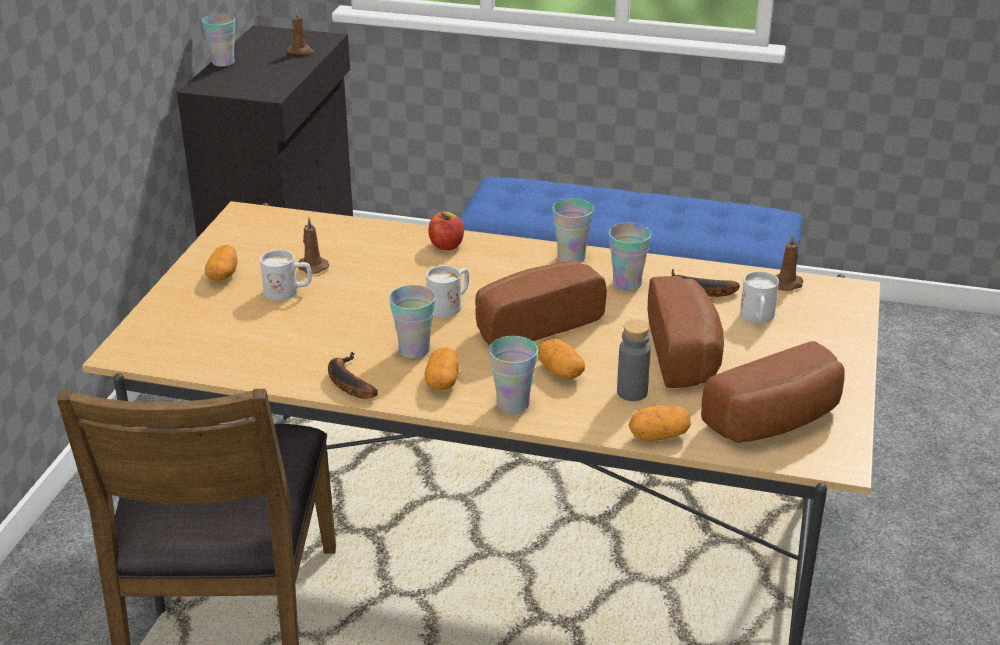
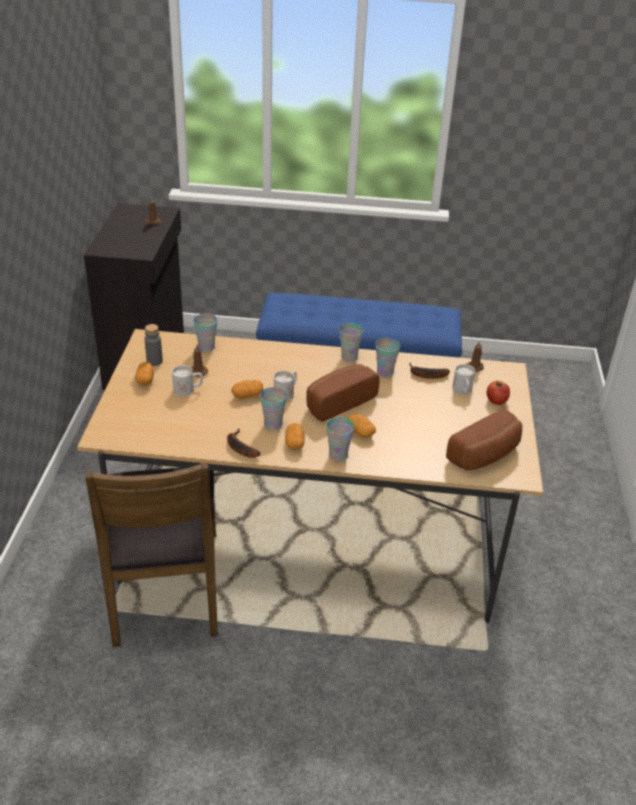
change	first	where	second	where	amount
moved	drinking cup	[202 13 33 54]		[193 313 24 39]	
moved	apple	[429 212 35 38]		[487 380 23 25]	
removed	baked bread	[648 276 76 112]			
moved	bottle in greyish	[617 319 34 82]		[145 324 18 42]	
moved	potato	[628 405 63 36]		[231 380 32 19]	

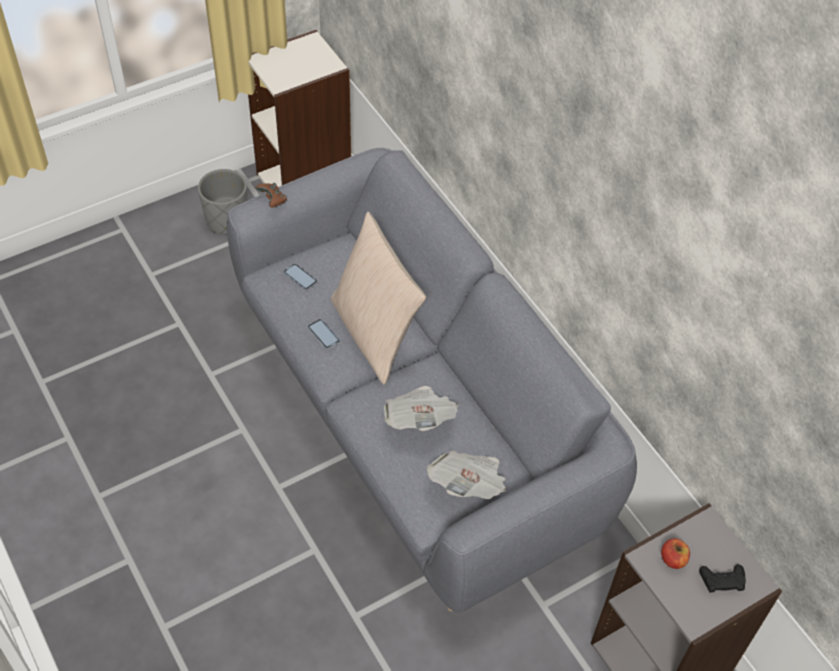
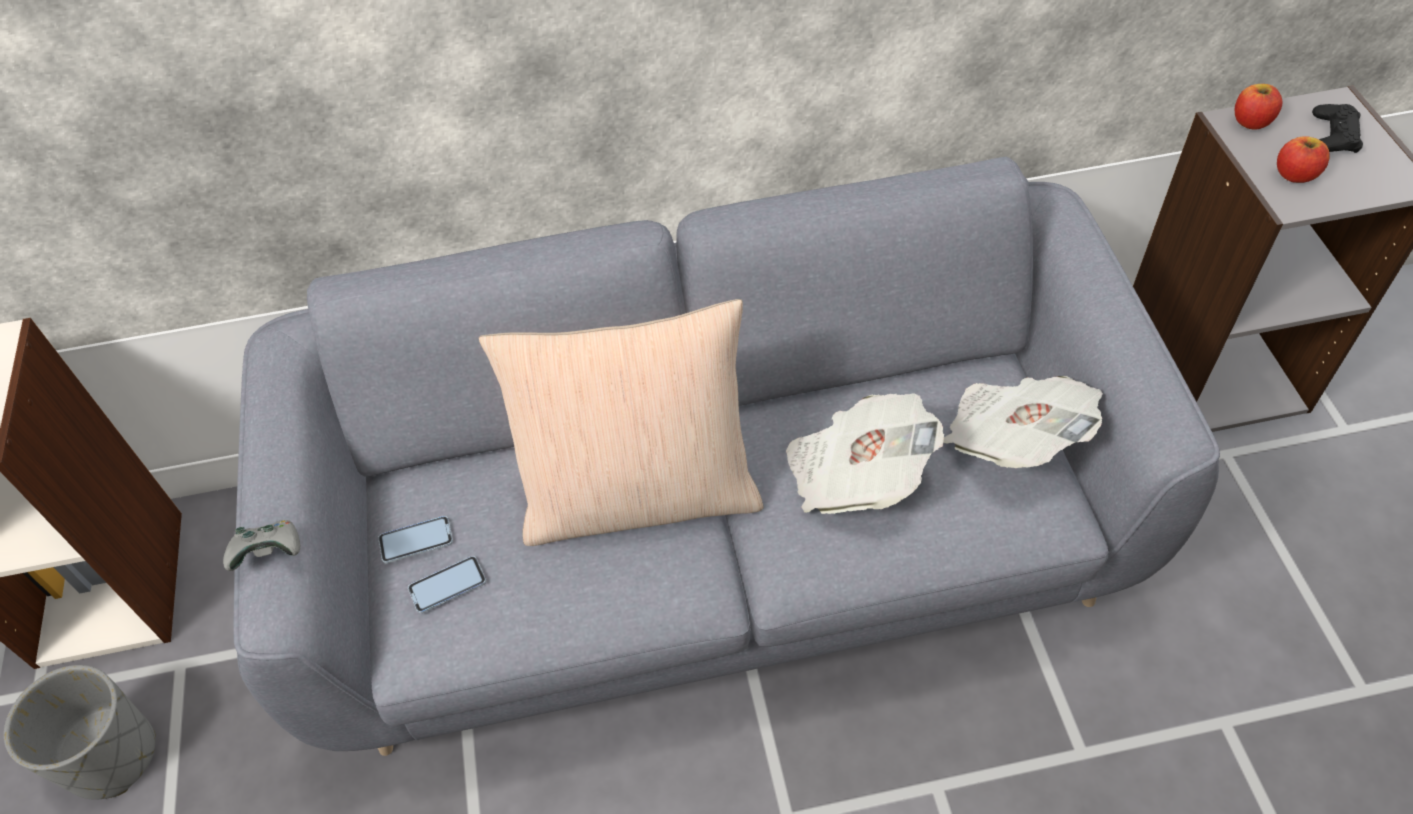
change	first	where	second	where	amount
recoloured	gamepad in brownish	[255 183 32 25]	gamepad in greyish	[223 520 77 51]	
moved	phone	[308 319 32 30]		[378 516 75 47]	
added			apple	[1235 84 47 46]	

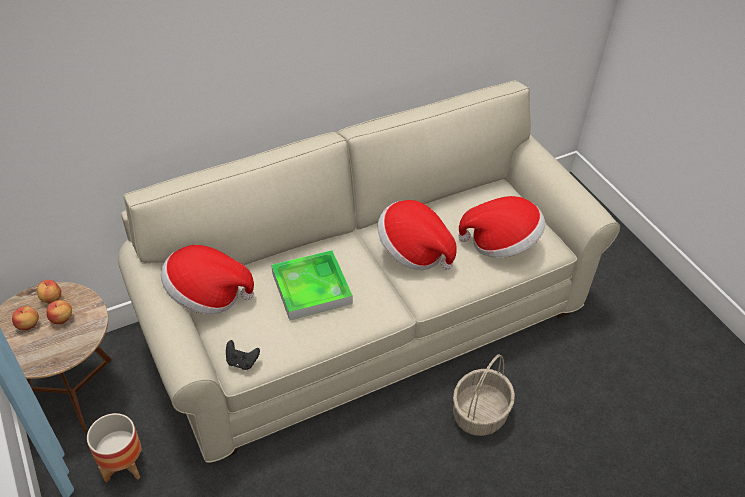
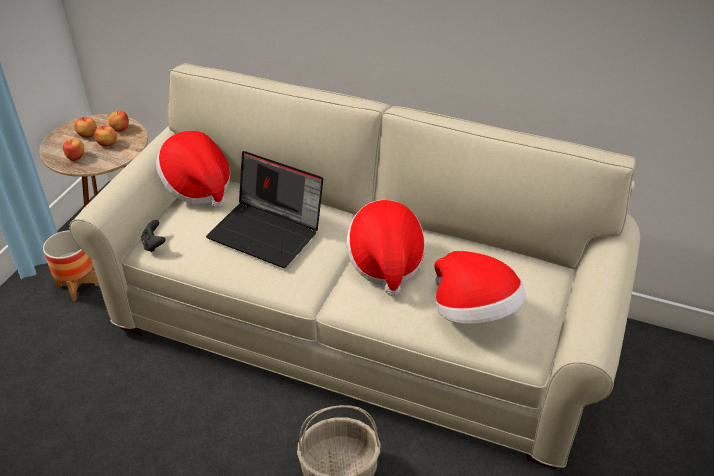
change	first	where	second	where	amount
replaced	serving tray	[271 250 82 71]	laptop	[206 151 117 117]	
added			apple	[63 138 21 23]	

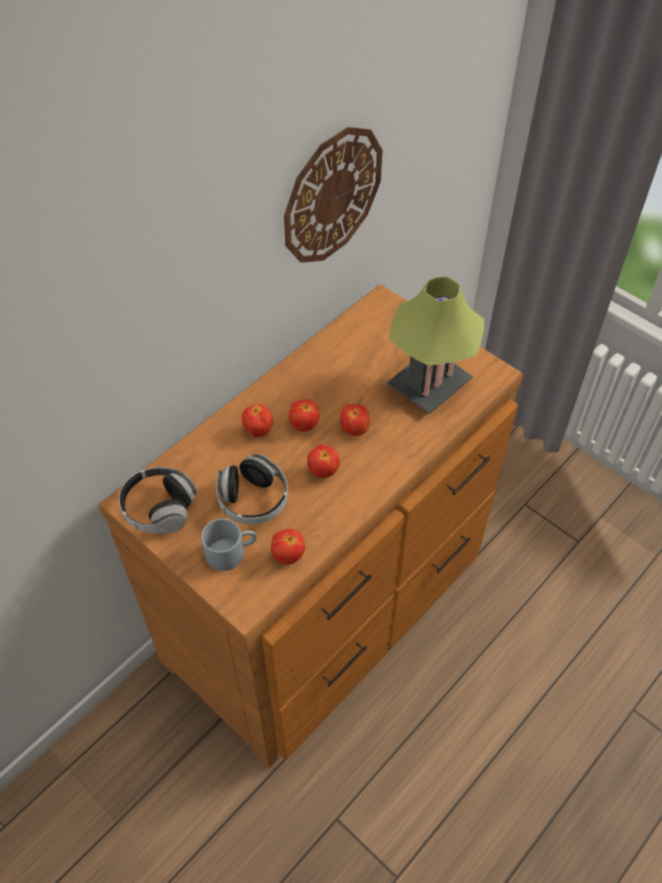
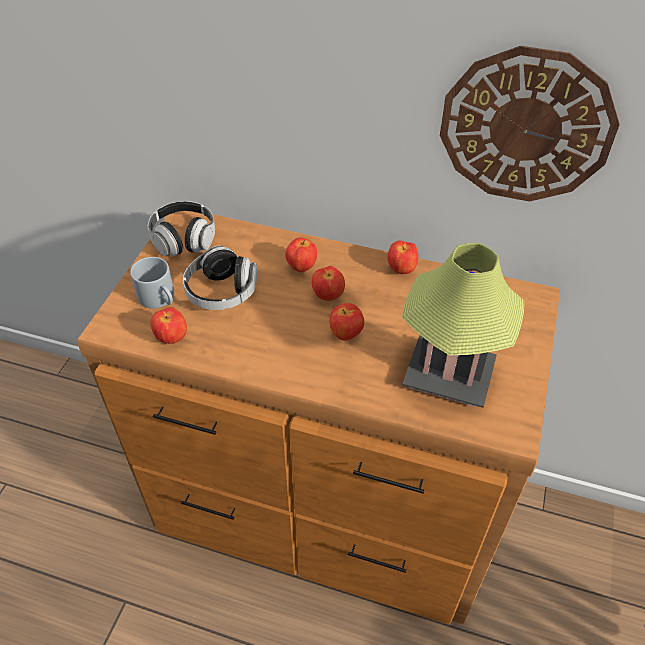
change	first	where	second	where	amount
moved	apple	[307 444 33 34]		[387 240 31 34]	

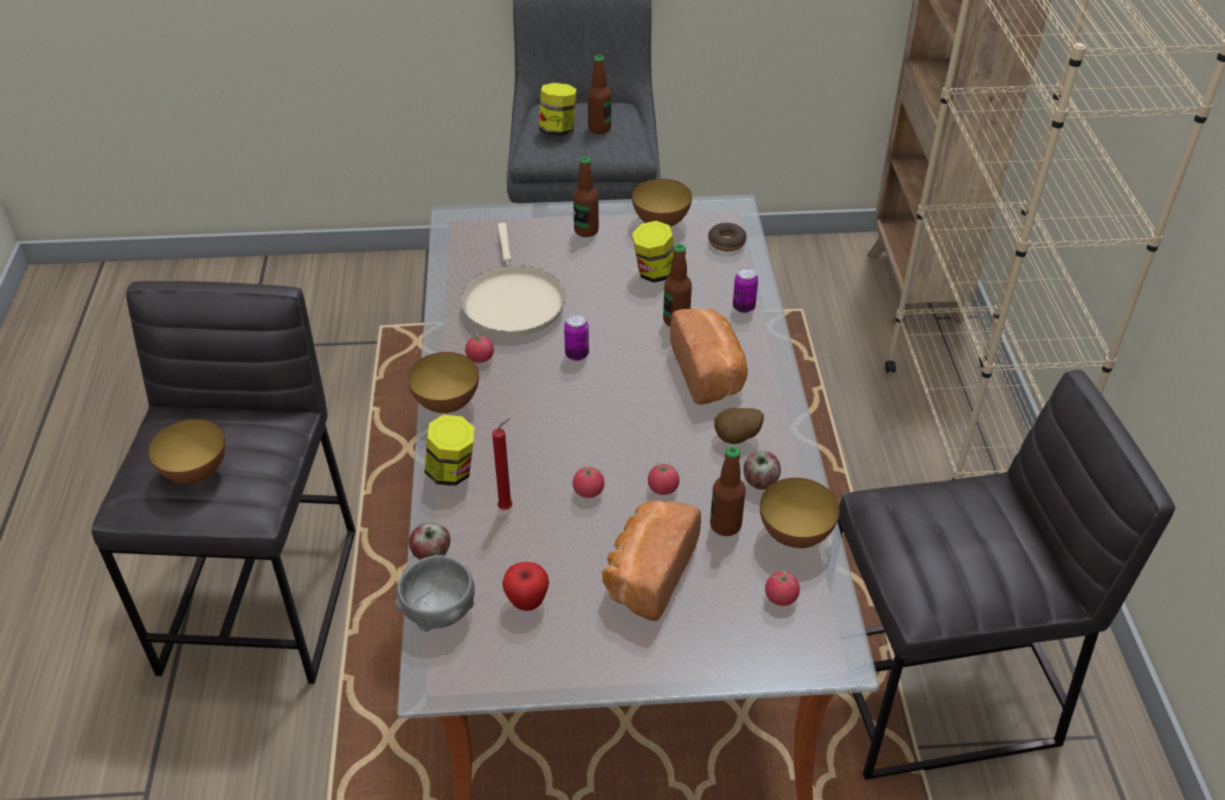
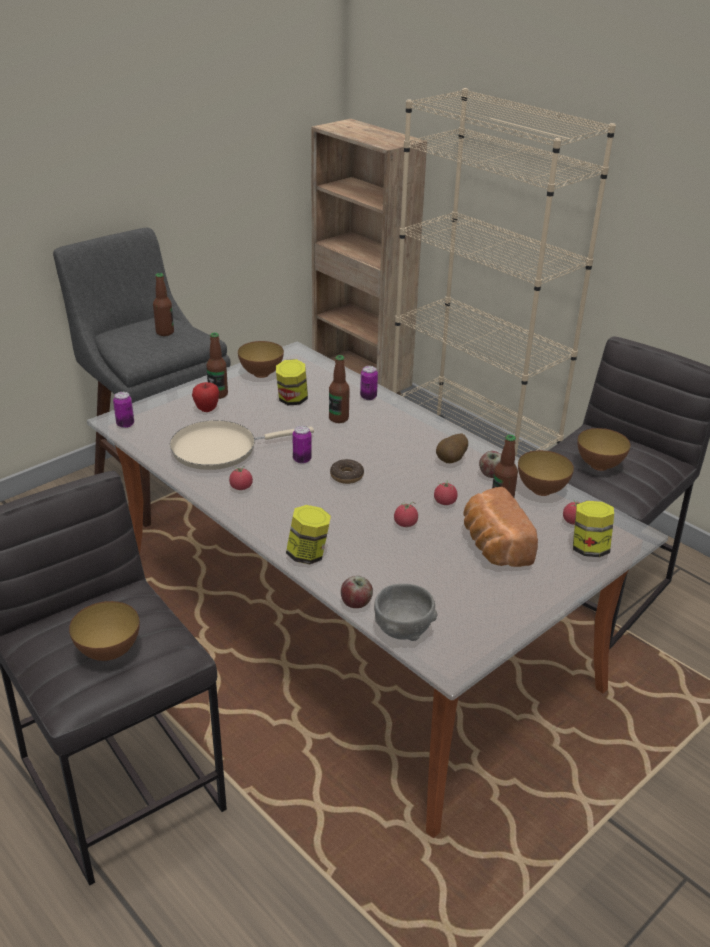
change	first	where	second	where	amount
moved	preserve jar	[539 83 38 53]		[573 501 41 56]	
turned	pan in beige	[461 223 105 114]		[170 420 144 50]	120 degrees clockwise
moved	ring doughnut	[708 223 39 28]		[330 459 34 25]	
removed	baked bread	[670 308 78 97]			
moved	serving bowl	[407 352 72 61]		[577 428 54 43]	
removed	candle in reddish	[492 418 21 92]			
moved	apple	[502 562 47 49]		[192 382 27 30]	
added			sealed can	[113 392 21 36]	

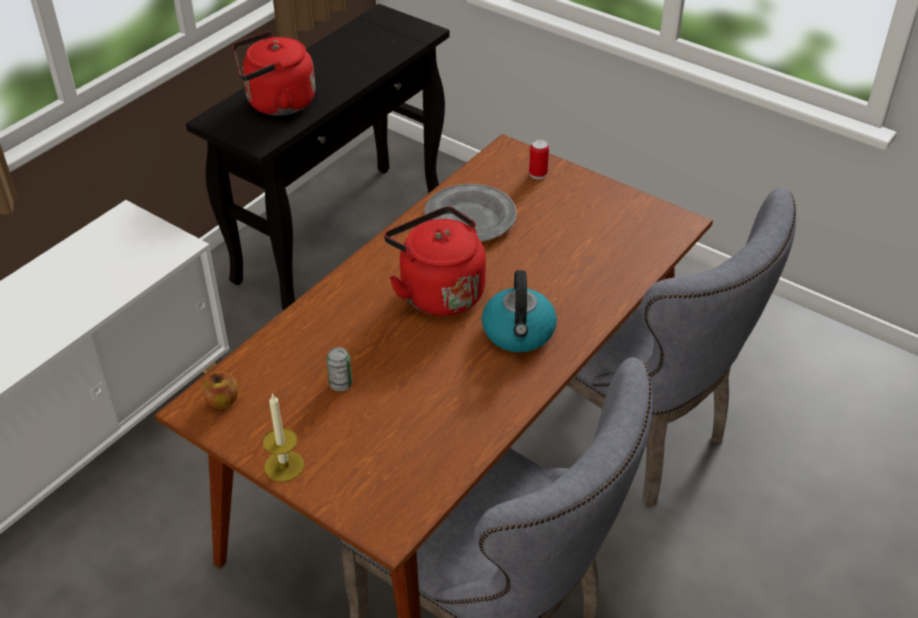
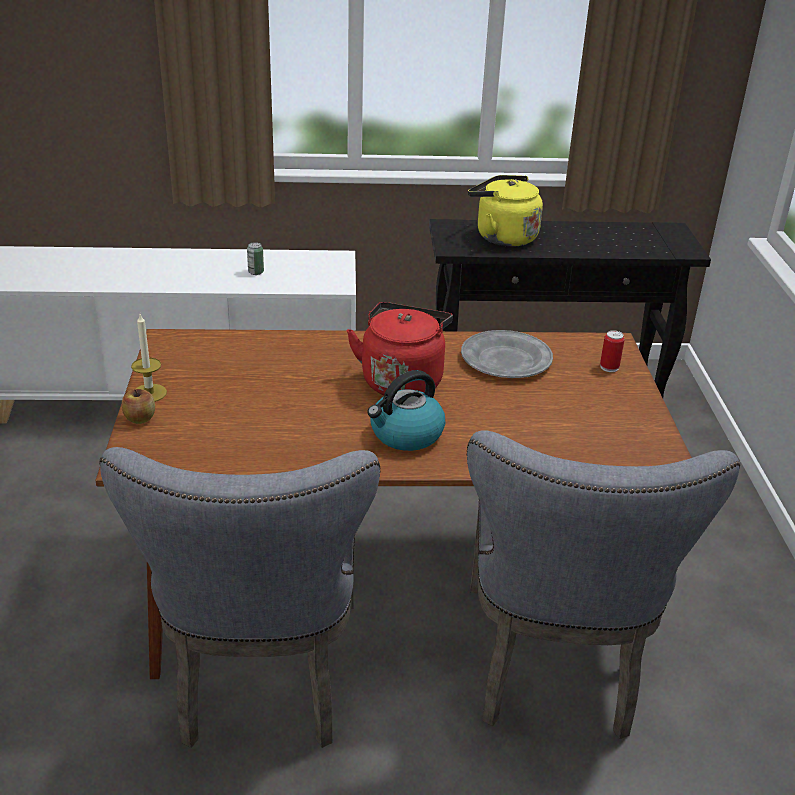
change	first	where	second	where	amount
recoloured	water kettle in reddish	[233 31 82 85]	water kettle in yellow-coloured	[468 175 75 72]	
moved	sealed can	[326 347 26 44]		[247 242 17 33]	
moved	apple	[202 372 36 37]		[122 389 33 35]	

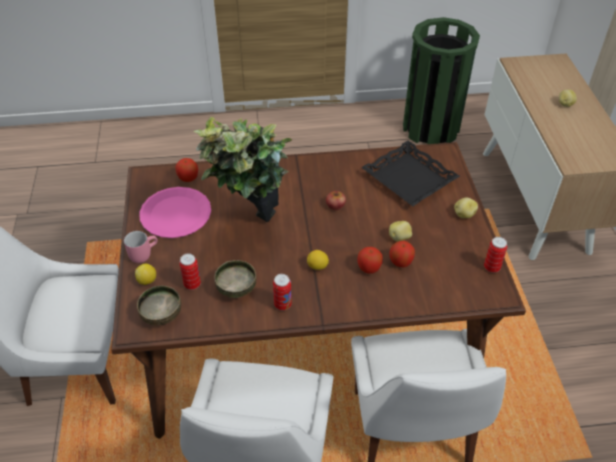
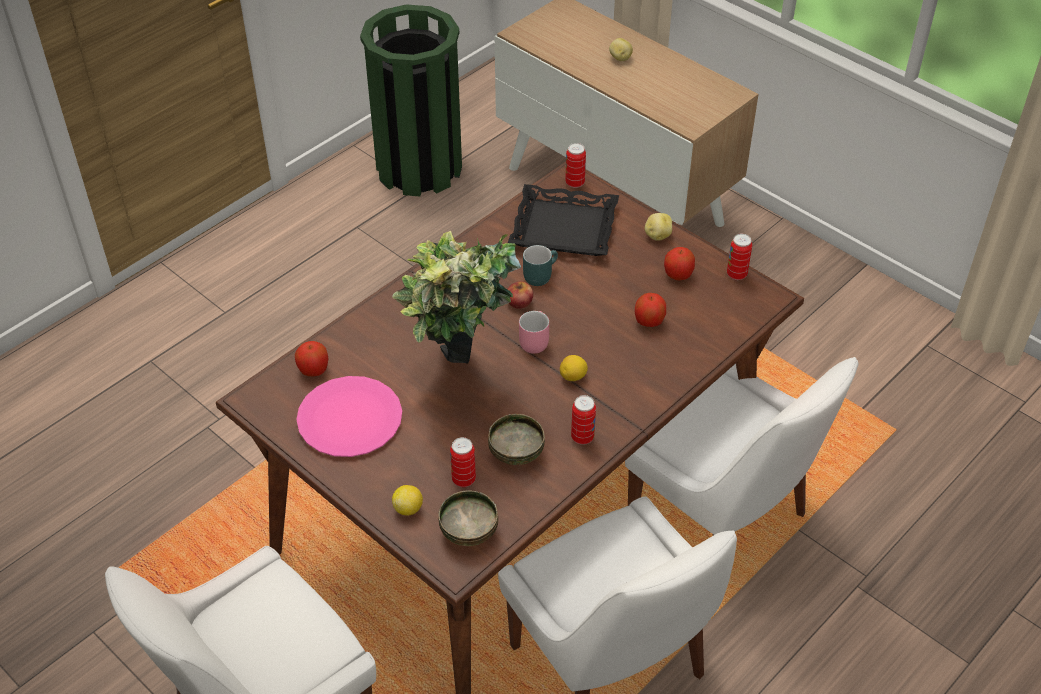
change	first	where	second	where	amount
removed	potato	[389 221 23 20]			
moved	coffee mug in pinkish	[124 231 34 32]		[519 311 30 43]	
moved	apple	[357 247 26 27]		[664 247 31 33]	
added			sealed can	[565 143 21 45]	
added			coffee mug in blue-green	[523 245 35 41]	

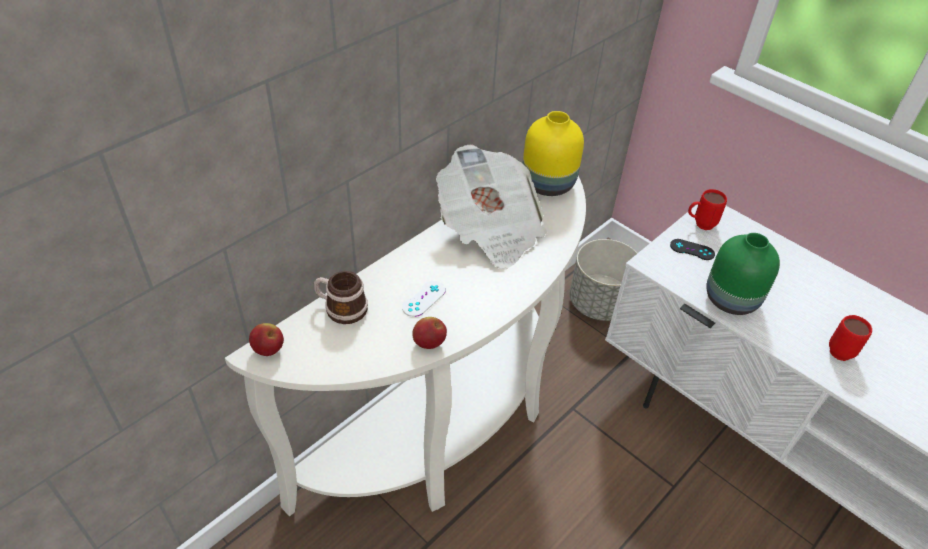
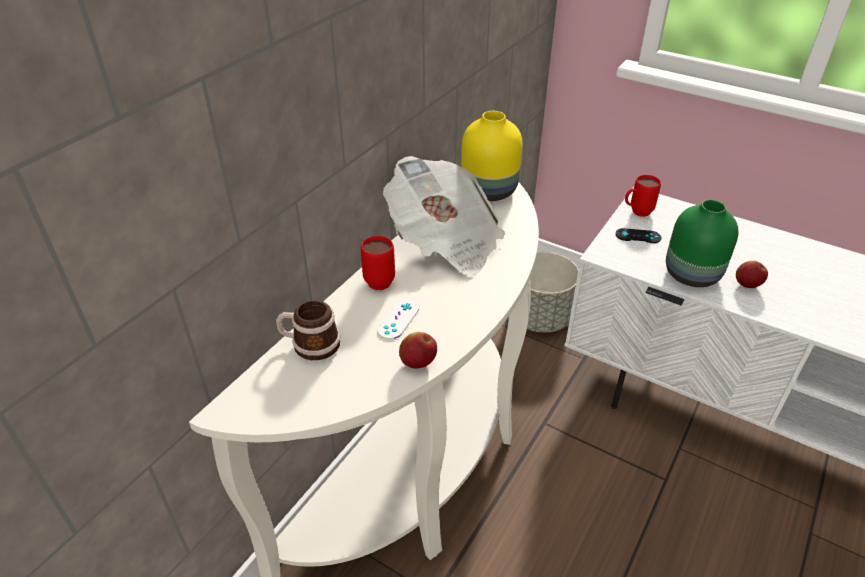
change	first	where	second	where	amount
moved	coffee mug in reddish	[829 315 43 46]		[361 236 34 54]	
moved	apple	[249 323 35 33]		[736 260 32 28]	

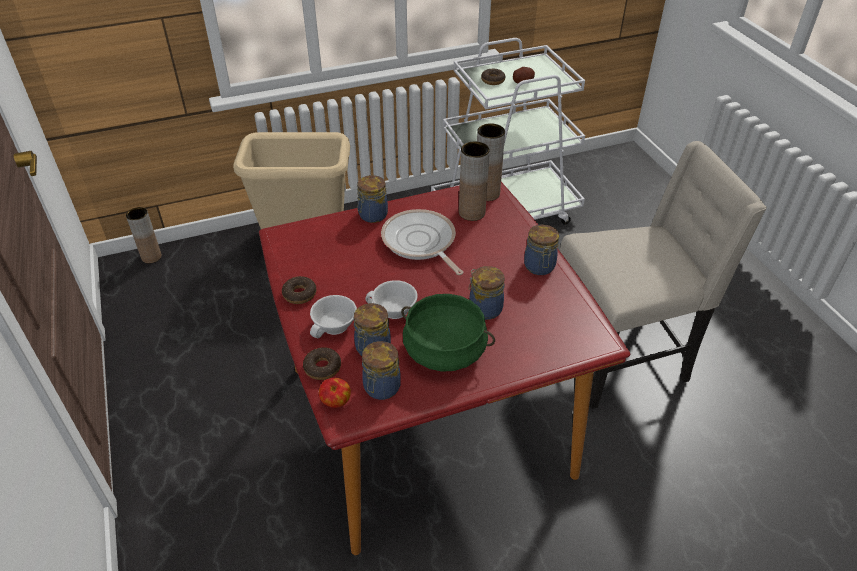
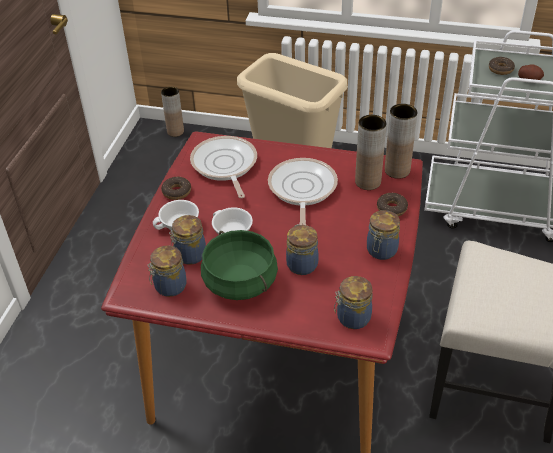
change	first	where	second	where	amount
moved	preserve jar	[357 175 31 48]		[334 276 39 53]	
moved	ring doughnut	[303 347 38 33]		[377 193 31 23]	
removed	apple	[319 378 32 30]			
added			pan	[190 136 67 62]	

